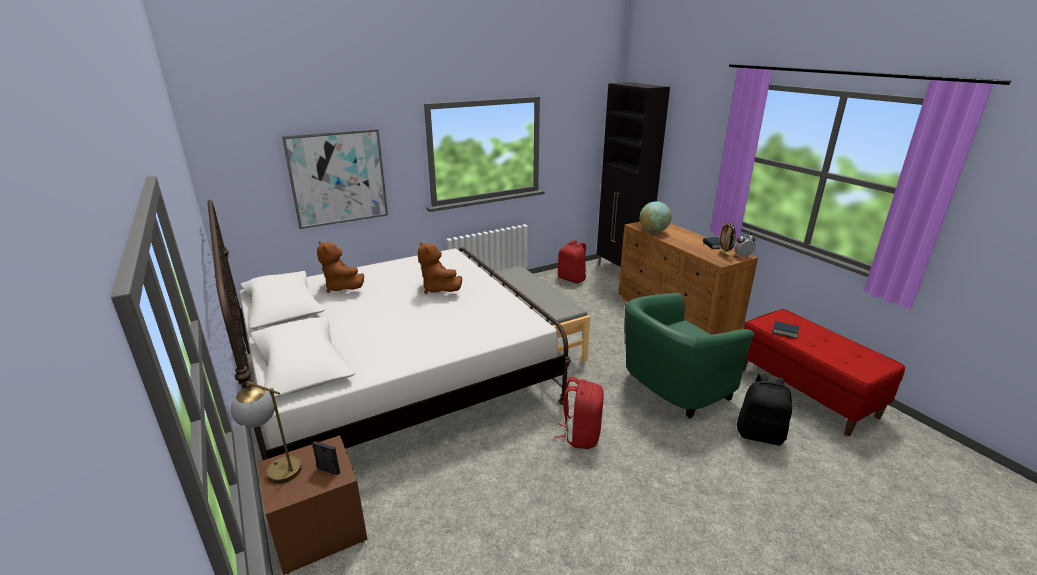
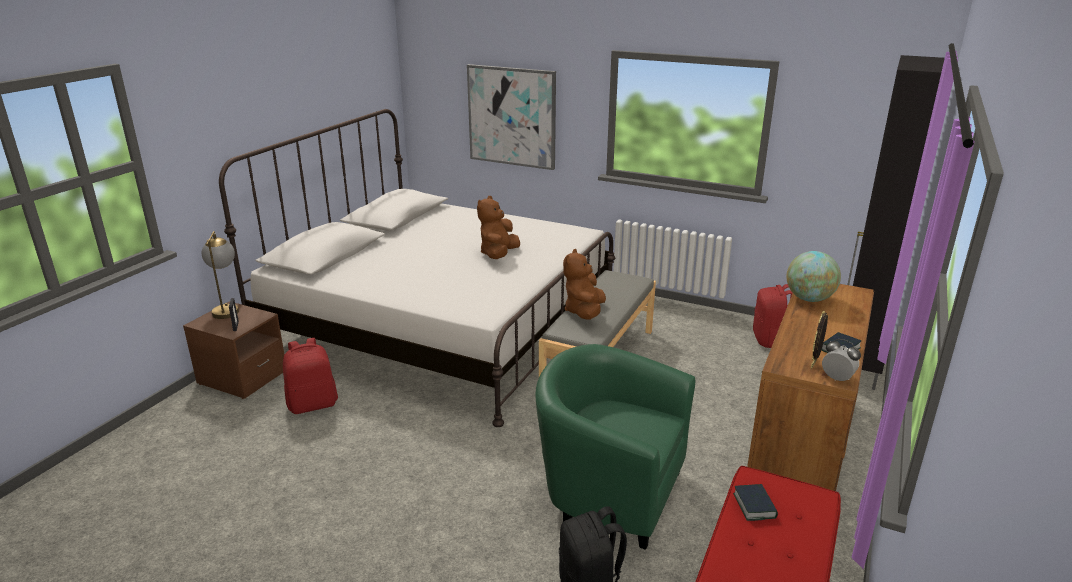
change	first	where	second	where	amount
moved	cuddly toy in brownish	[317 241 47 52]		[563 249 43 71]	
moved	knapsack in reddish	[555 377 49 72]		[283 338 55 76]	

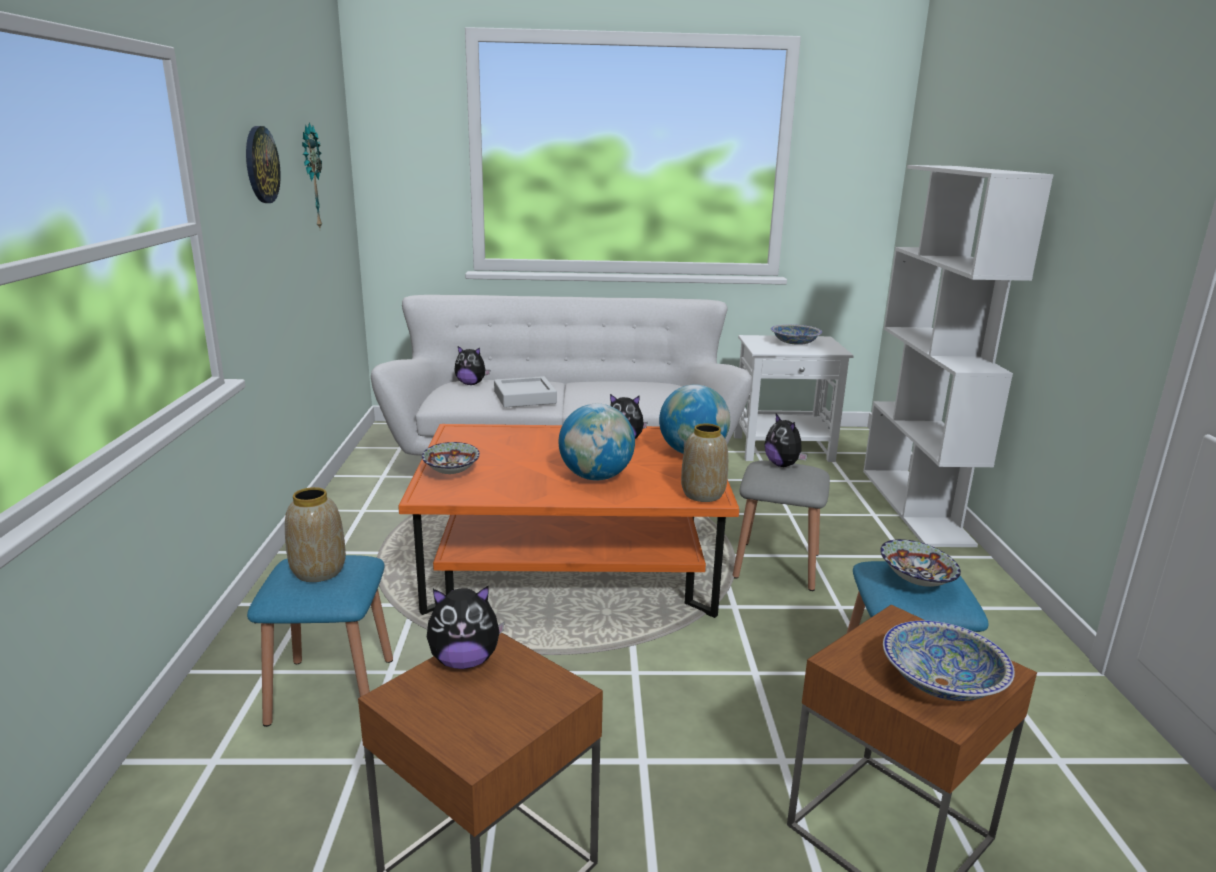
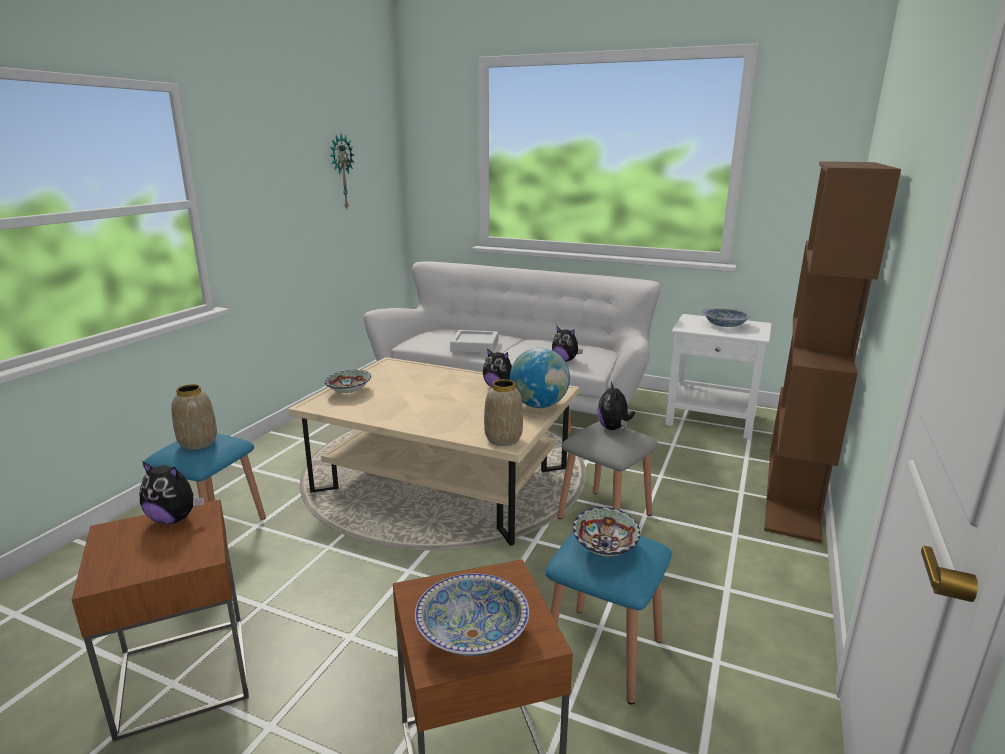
change	first	where	second	where	amount
removed	wall clock	[246 126 35 77]			
recoloured	bookcase in white-coloured	[863 165 191 382]	bookcase in brownish	[764 161 137 382]	
moved	cuddly toy	[454 346 36 39]		[552 326 31 35]	
removed	globe	[559 404 76 76]			
recoloured	coffee table in orange	[398 424 341 194]	coffee table in beige	[288 357 291 189]	

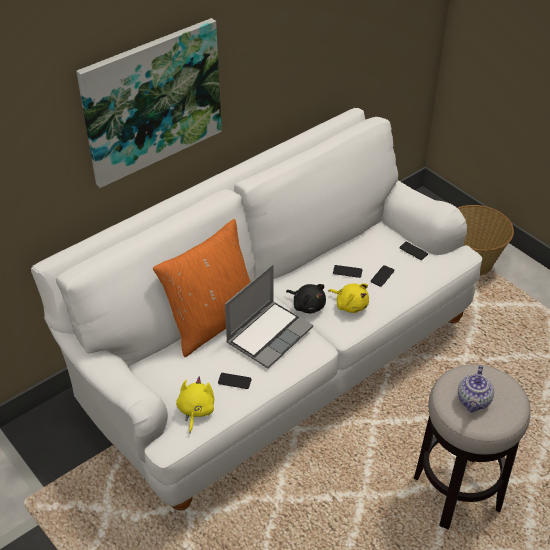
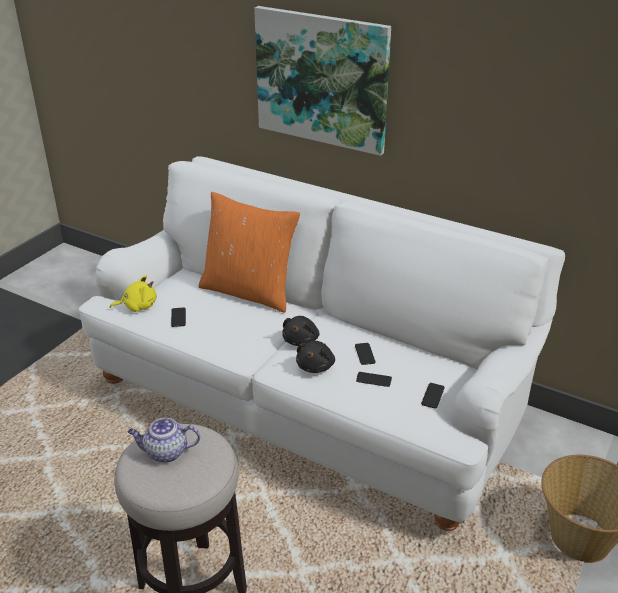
change	first	where	second	where	amount
removed	laptop	[225 264 88 104]			
recoloured	cuddly toy in yellow-coloured	[329 283 40 30]	cuddly toy in black	[296 341 39 32]	

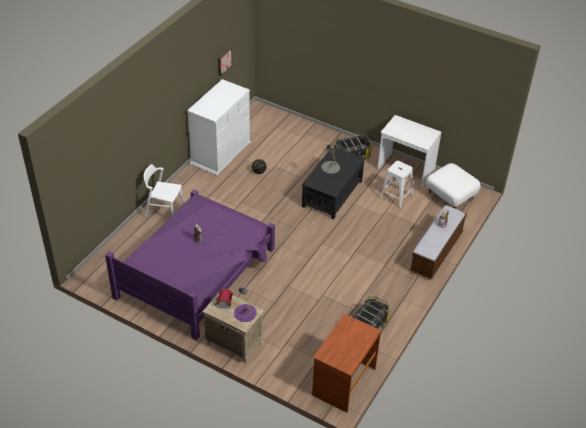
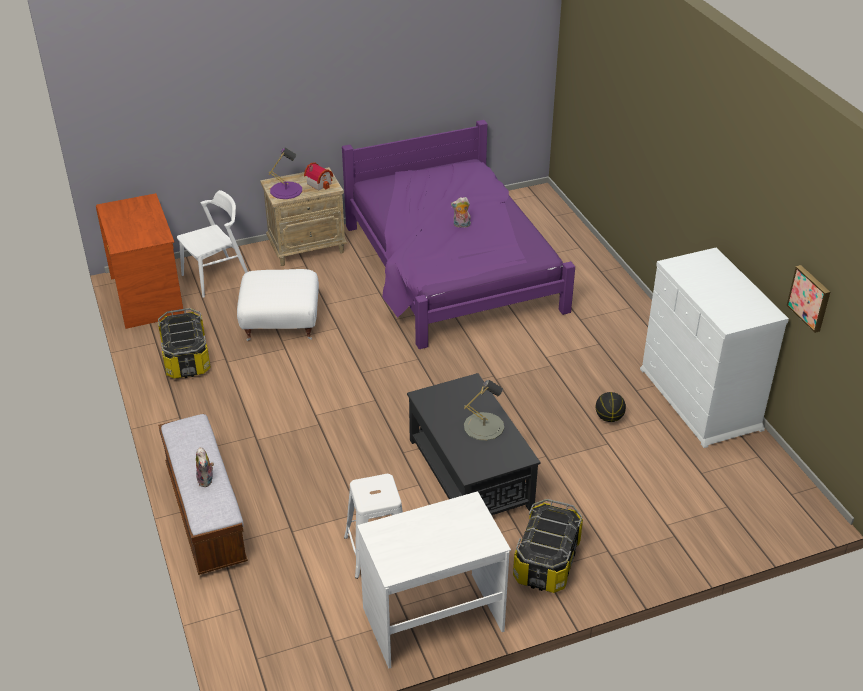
change	first	where	second	where	amount
moved	footrest in white-coloured	[426 163 55 46]		[237 269 82 72]	
moved	plain chair in white-coloured	[144 164 40 53]		[177 190 71 108]	

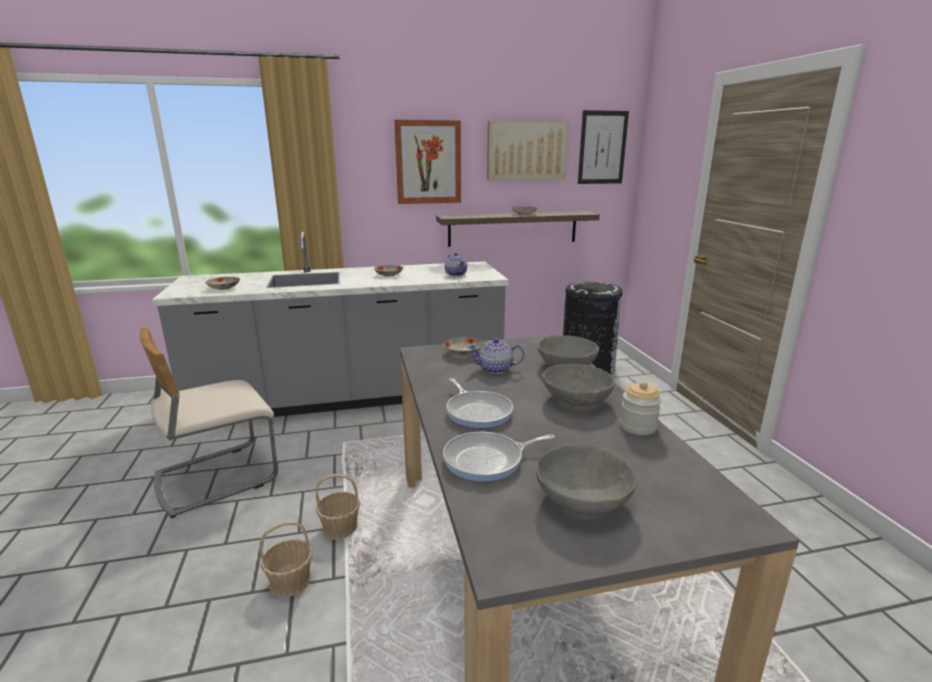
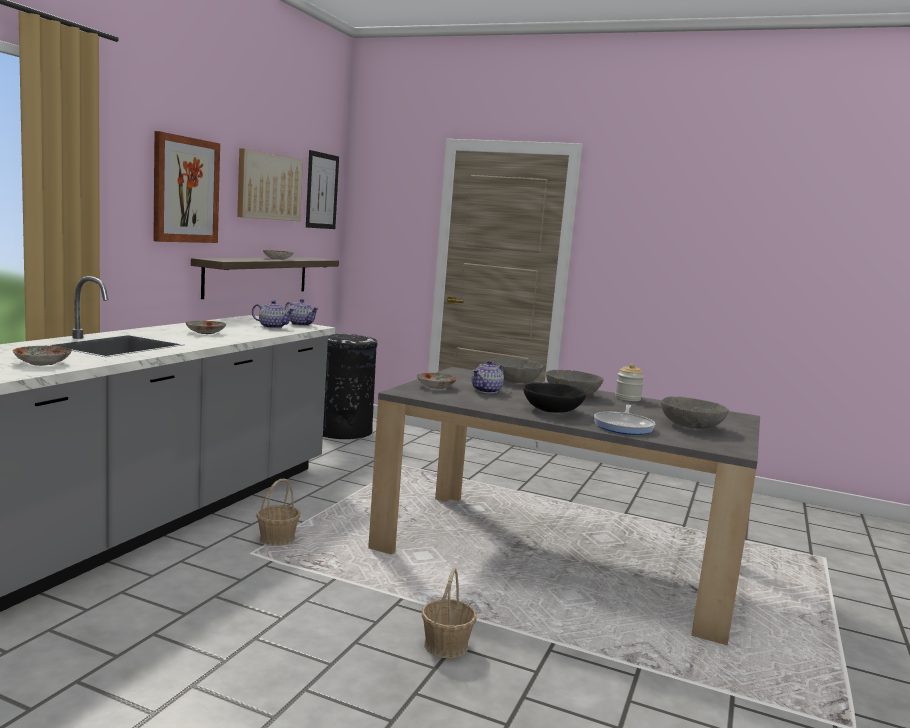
change	first	where	second	where	amount
removed	plain chair in beige	[140 327 138 192]			
replaced	pan	[446 378 67 50]	serving bowl in black	[523 383 63 30]	
moved	household basket	[316 474 44 66]		[256 479 44 67]	
added			teapot	[285 299 34 27]	

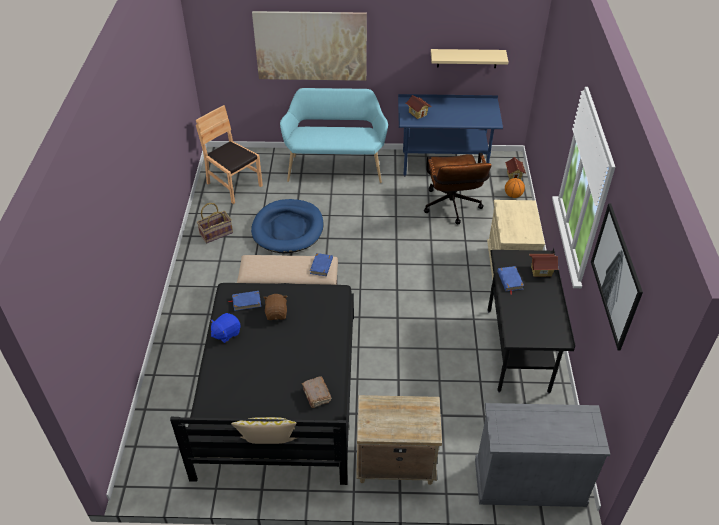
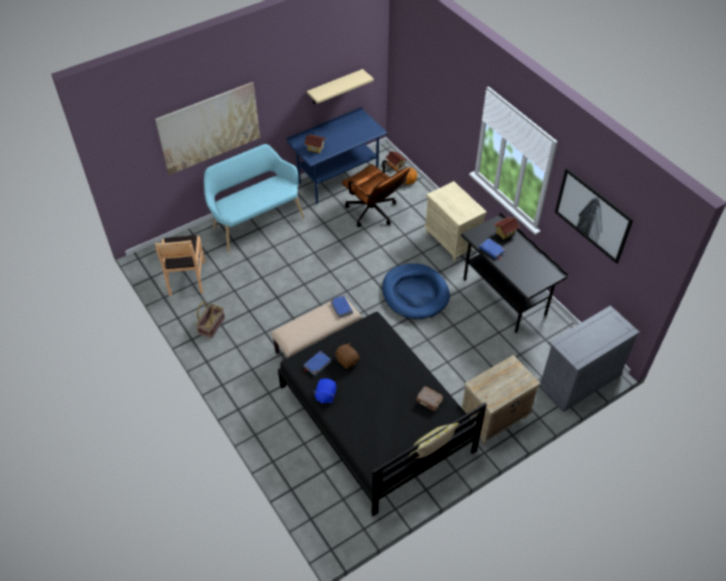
change	first	where	second	where	amount
turned	plain chair in brownish	[196 105 67 99]		[155 236 50 60]	105 degrees counterclockwise
moved	dog bed in bluish	[251 199 73 55]		[382 263 68 56]	

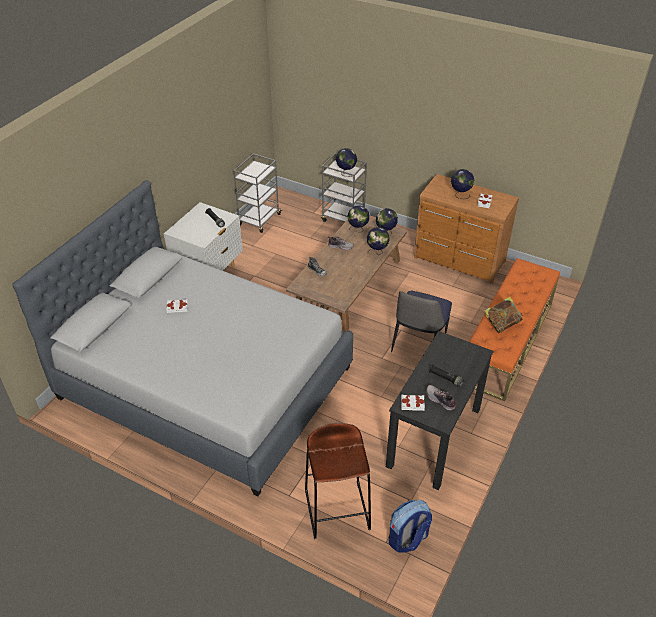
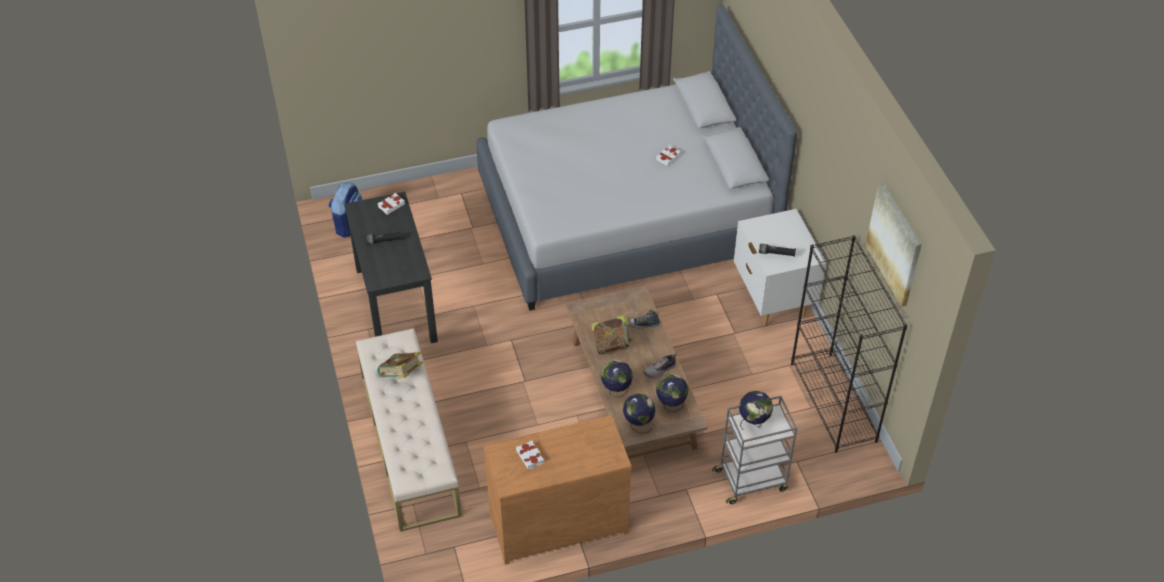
change	first	where	second	where	amount
replaced	cart in greyish	[233 153 49 80]	bookcase in black	[791 235 116 218]	
removed	globe	[451 169 23 30]			
recoloured	long seat in orange	[469 258 91 143]	long seat in beige	[356 328 106 204]	
removed	plain chair	[391 291 61 61]			
removed	shoe	[426 385 31 25]			
removed	stool in brownish	[305 423 66 116]			
added			picture	[866 183 56 124]	
added			book	[591 315 43 39]	

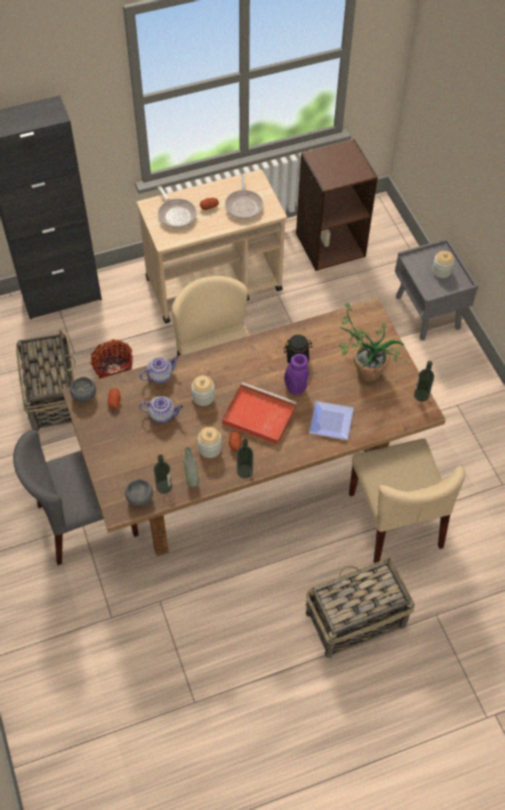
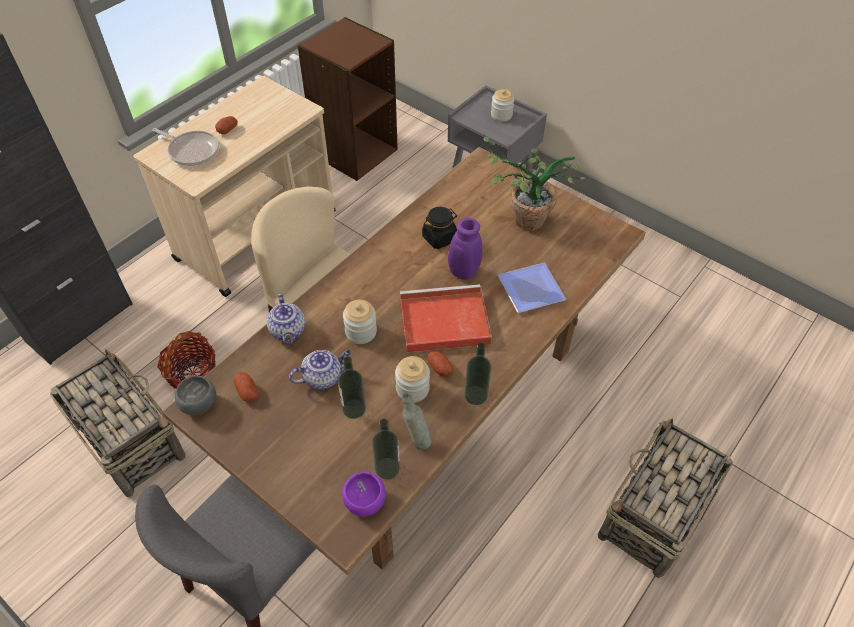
change	first	where	second	where	amount
removed	pan	[225 174 38 45]			
turned	teapot	[140 356 39 27]		[266 294 39 50]	135 degrees clockwise
moved	bottle	[414 361 20 41]		[338 357 28 62]	
removed	plain chair in beige	[349 439 116 126]			
recoloured	serving bowl in greyish	[125 479 28 28]	serving bowl in purple-coloured	[342 472 44 45]	

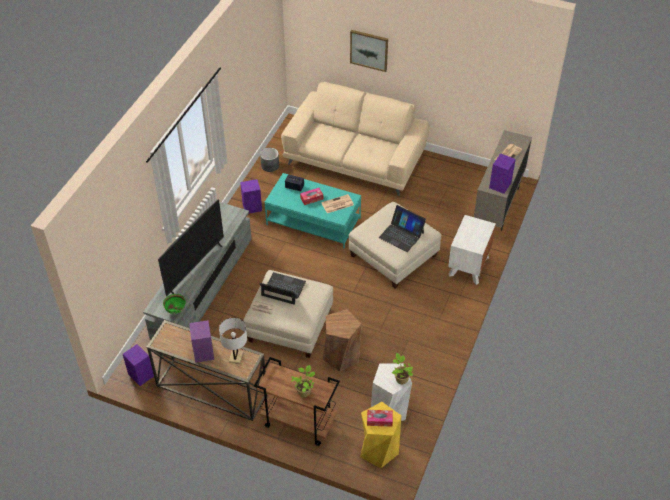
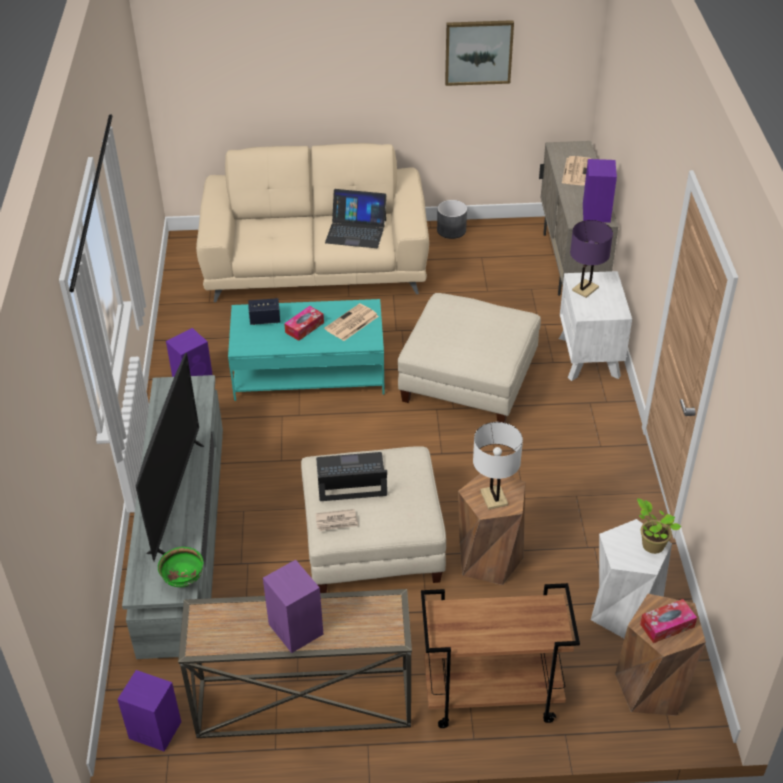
change	first	where	second	where	amount
moved	picture	[350 30 38 42]		[445 20 69 66]	
moved	plant pot in greyish	[260 148 19 24]		[437 200 30 39]	
moved	laptop	[379 205 47 47]		[325 189 61 59]	
moved	tabletop lamp in white-coloured	[219 318 28 46]		[473 422 50 88]	
removed	potted plant	[291 365 24 32]			
recoloured	stool in yellow-coloured	[360 402 41 66]	stool in brownish	[615 594 91 122]	
added			tabletop lamp in purple-coloured	[570 220 43 78]	

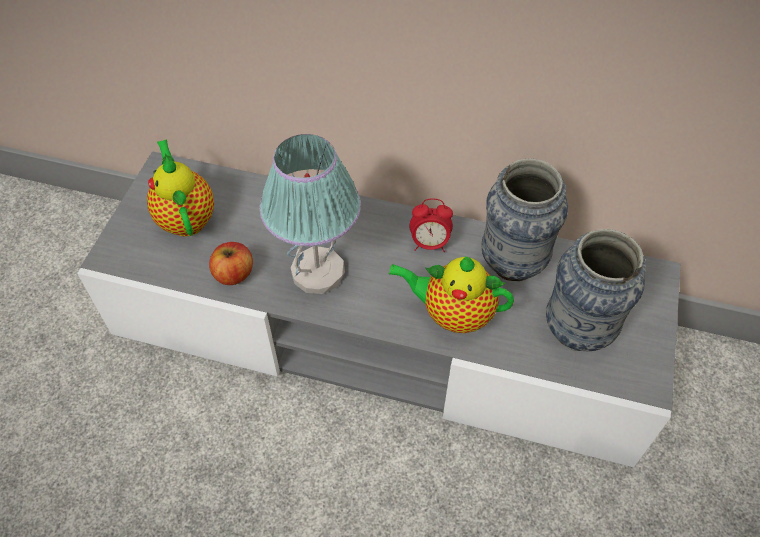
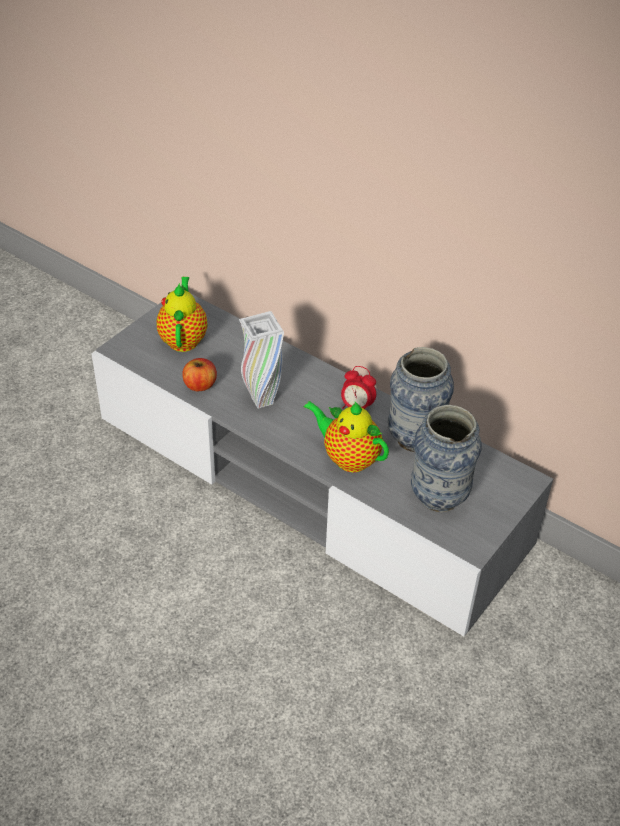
change	first	where	second	where	amount
replaced	tabletop lamp	[260 134 101 160]	decorative vase in white-coloured	[239 311 45 98]	

